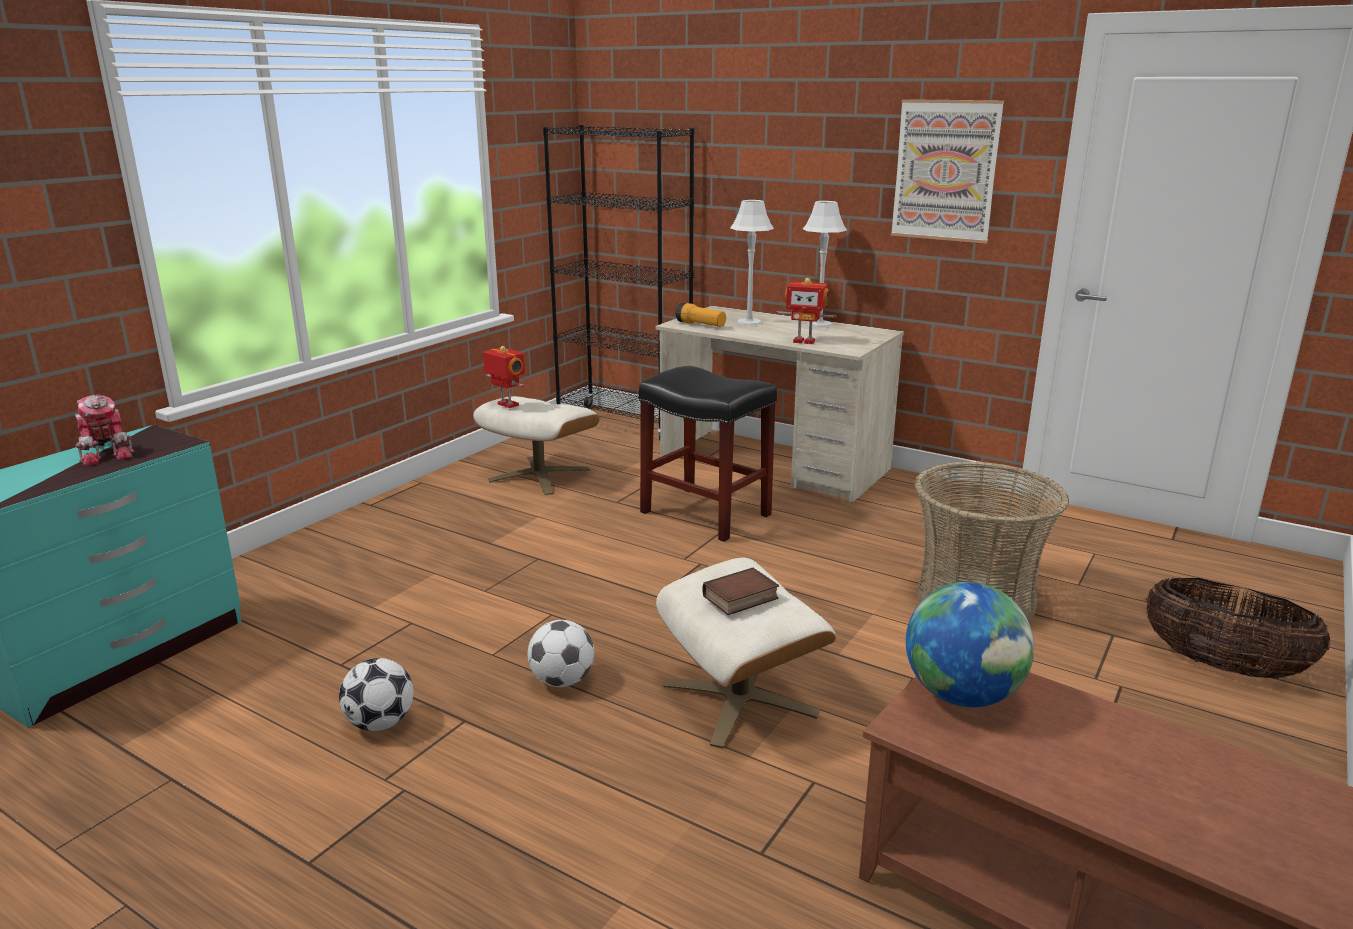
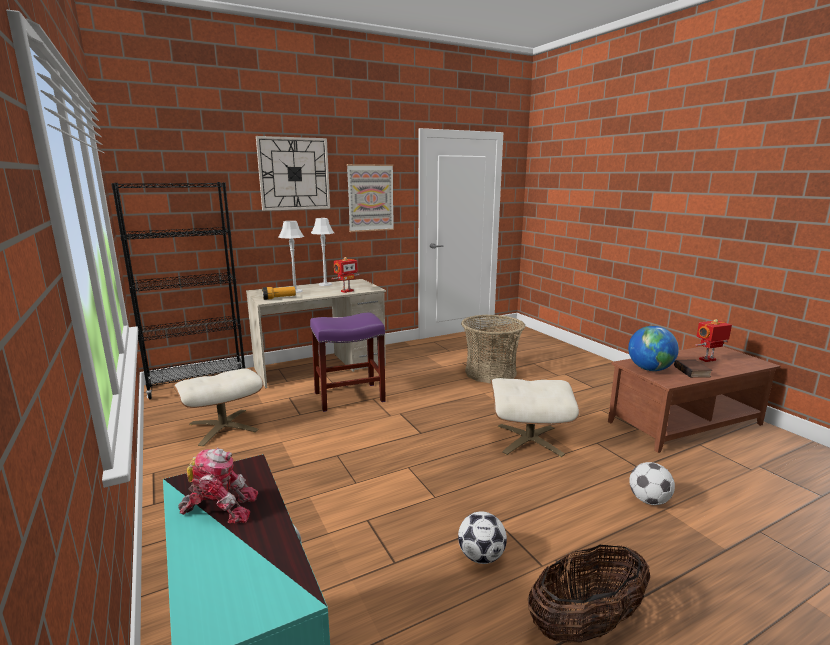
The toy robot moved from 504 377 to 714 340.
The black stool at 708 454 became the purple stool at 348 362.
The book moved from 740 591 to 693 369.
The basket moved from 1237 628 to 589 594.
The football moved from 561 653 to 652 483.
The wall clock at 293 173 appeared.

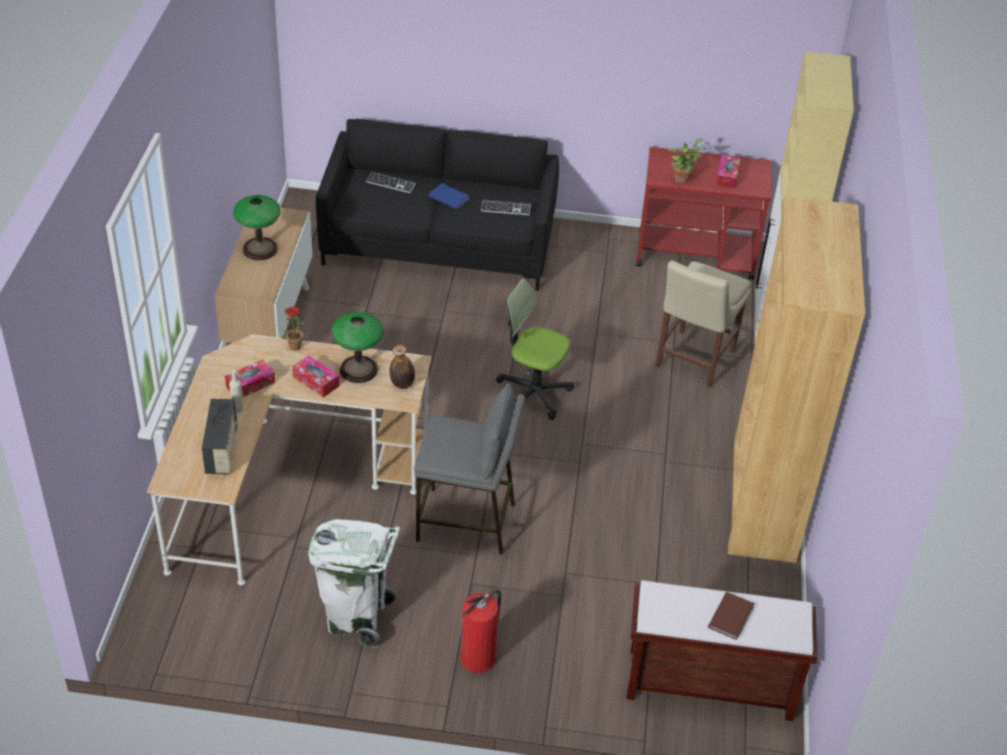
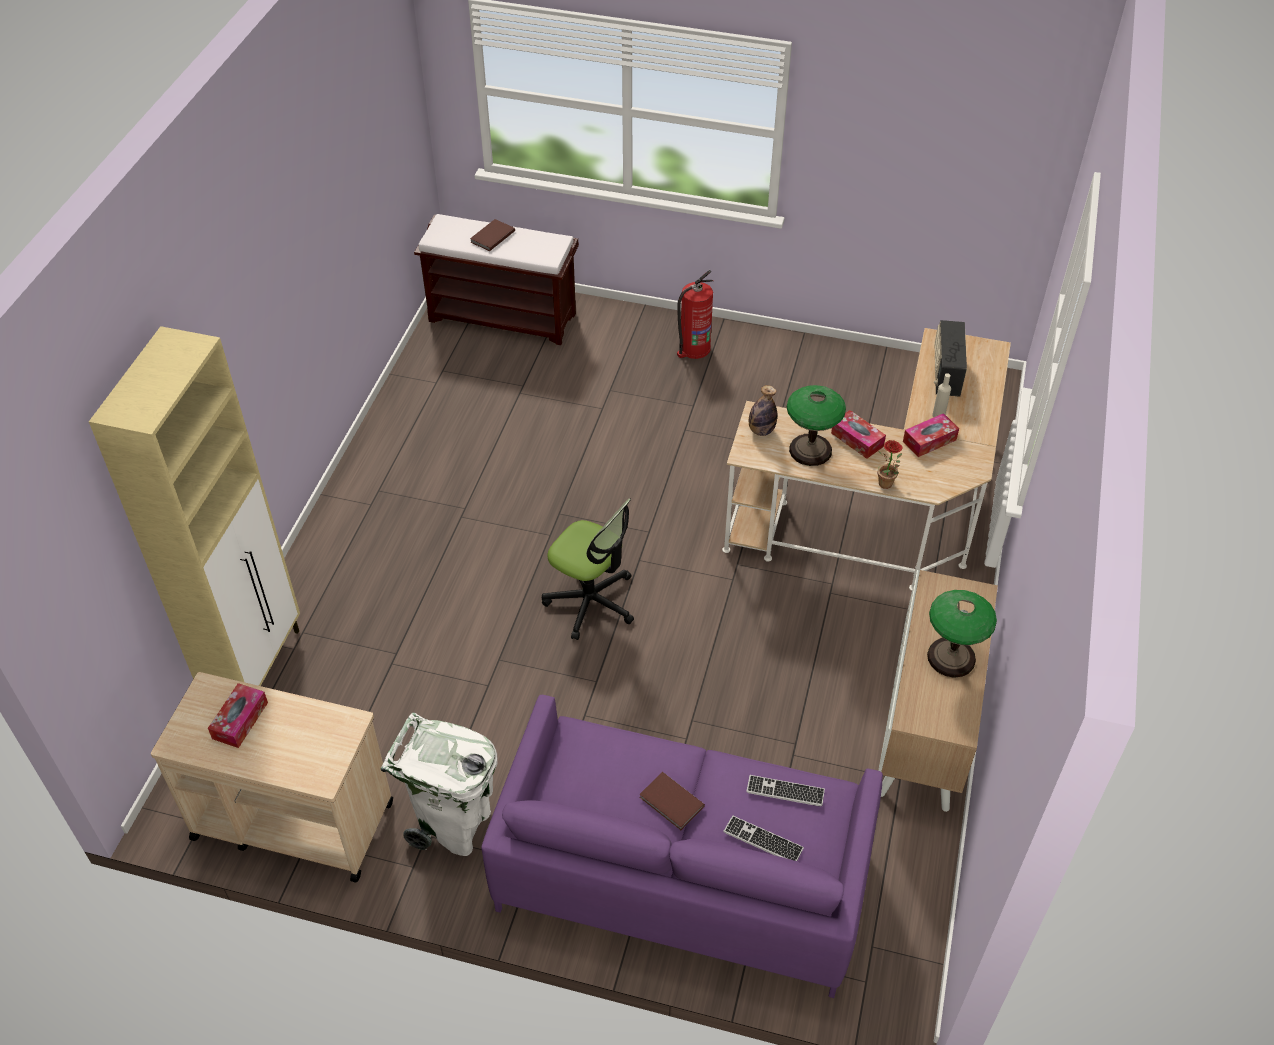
The black sofa at 437 205 became the purple sofa at 682 846.
The potted plant at 687 160 disappeared.
The red cart at 703 213 became the beige cart at 272 777.
The blue book at 449 196 became the brown book at 672 801.
The brown bookcase at 796 379 disappeared.
The keyboard moved from 506 207 to 785 790.
The beige chair at 703 324 disappeared.
The grey stool at 469 469 disappeared.
The white trash can moved from 354 583 to 439 784.

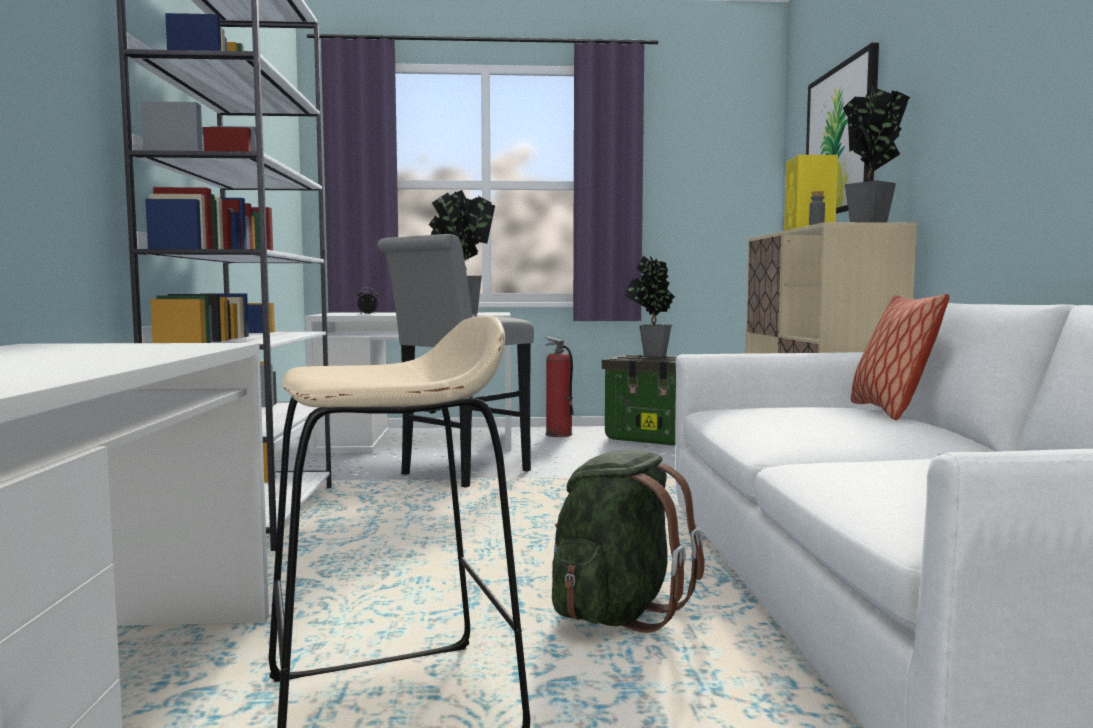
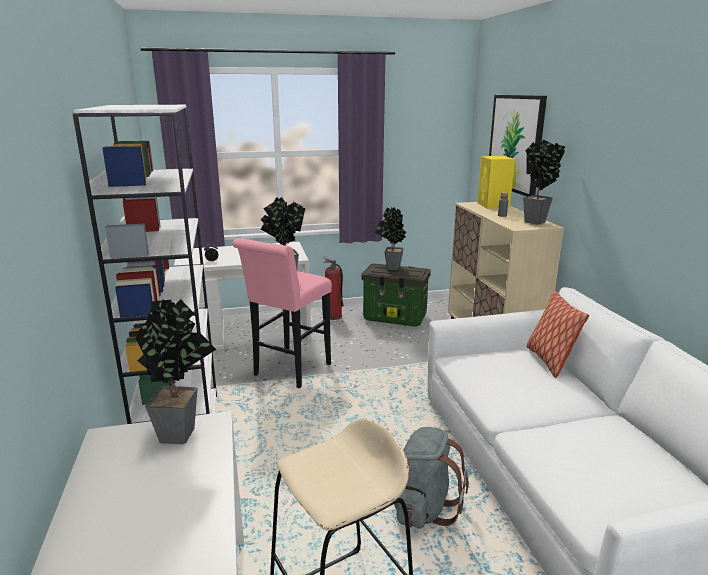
The grey stool at 455 360 became the pink stool at 282 313.
The green backpack at 628 541 became the grey backpack at 431 478.
The potted plant at 176 371 appeared.

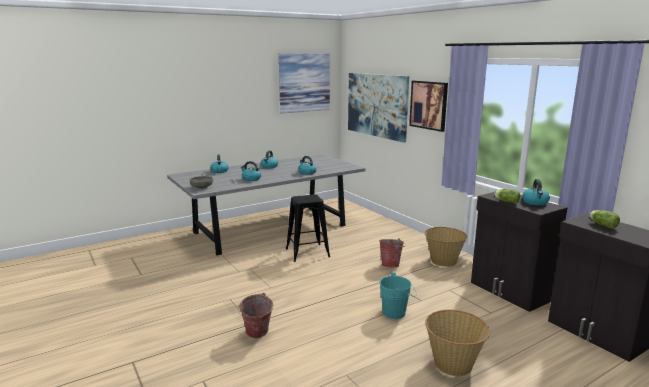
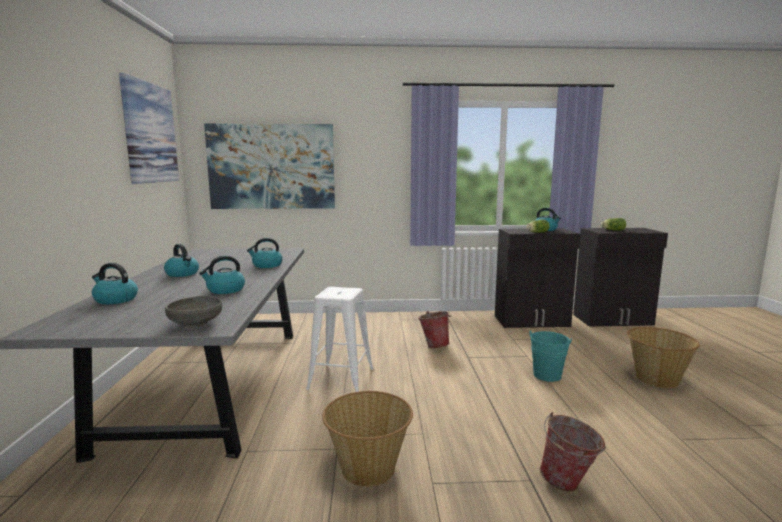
The picture at 428 106 disappeared.
The black stool at 308 228 became the white stool at 340 339.
The basket moved from 445 247 to 367 439.

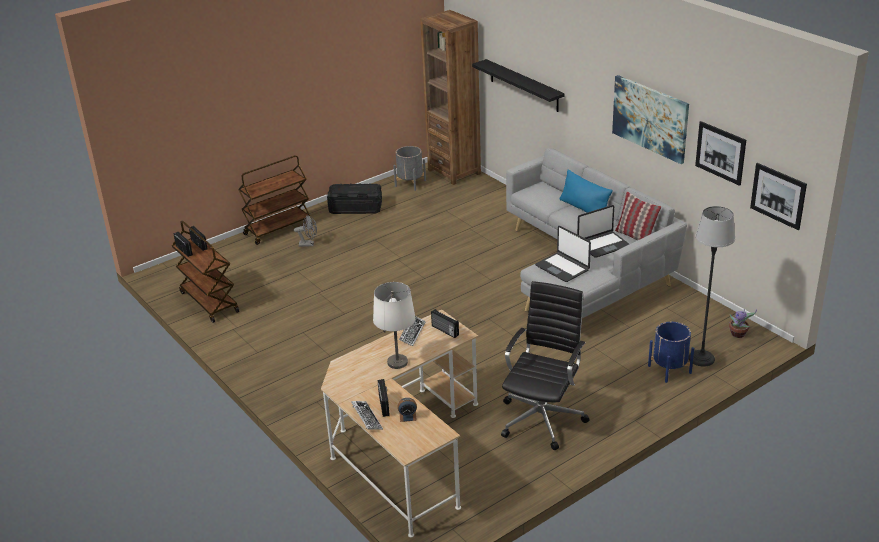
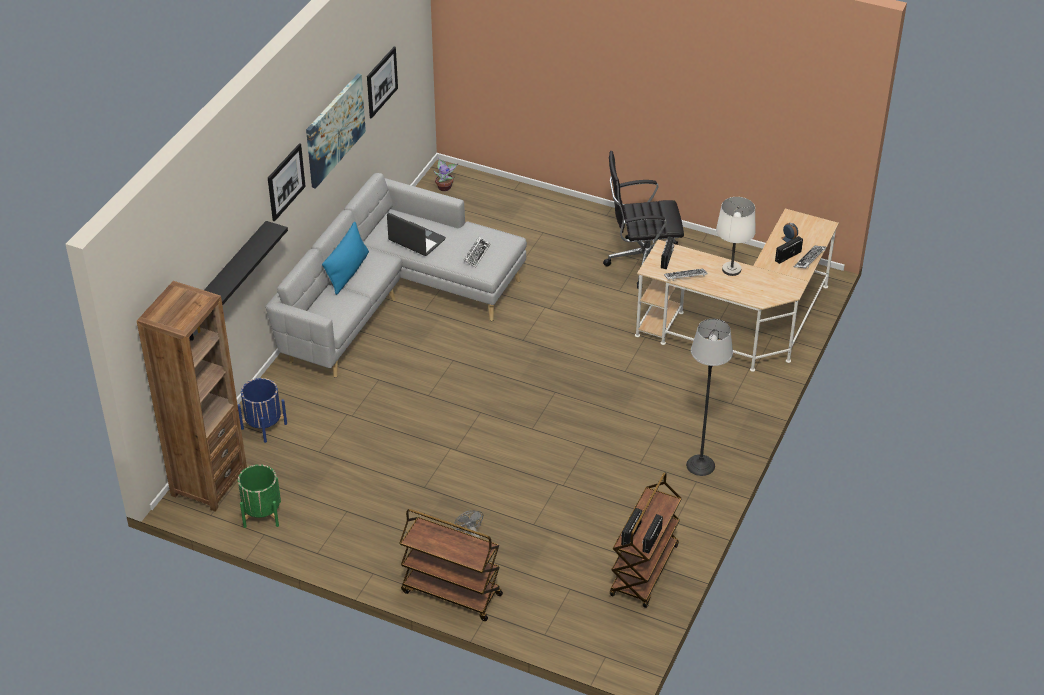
The grey planter at 409 168 became the green planter at 259 496.
The picture moved from 778 196 to 287 182.
The black storage box at 354 198 disappeared.
The pillow at 638 215 disappeared.
The floor lamp moved from 711 286 to 709 397.
The laptop at 563 254 was replaced by the keyboard at 477 252.
The blue planter moved from 671 352 to 262 410.

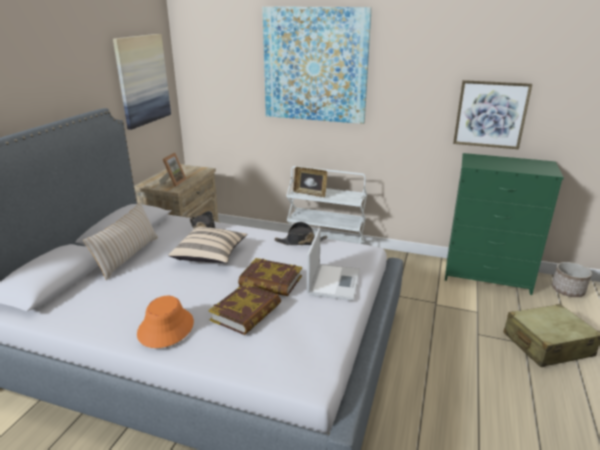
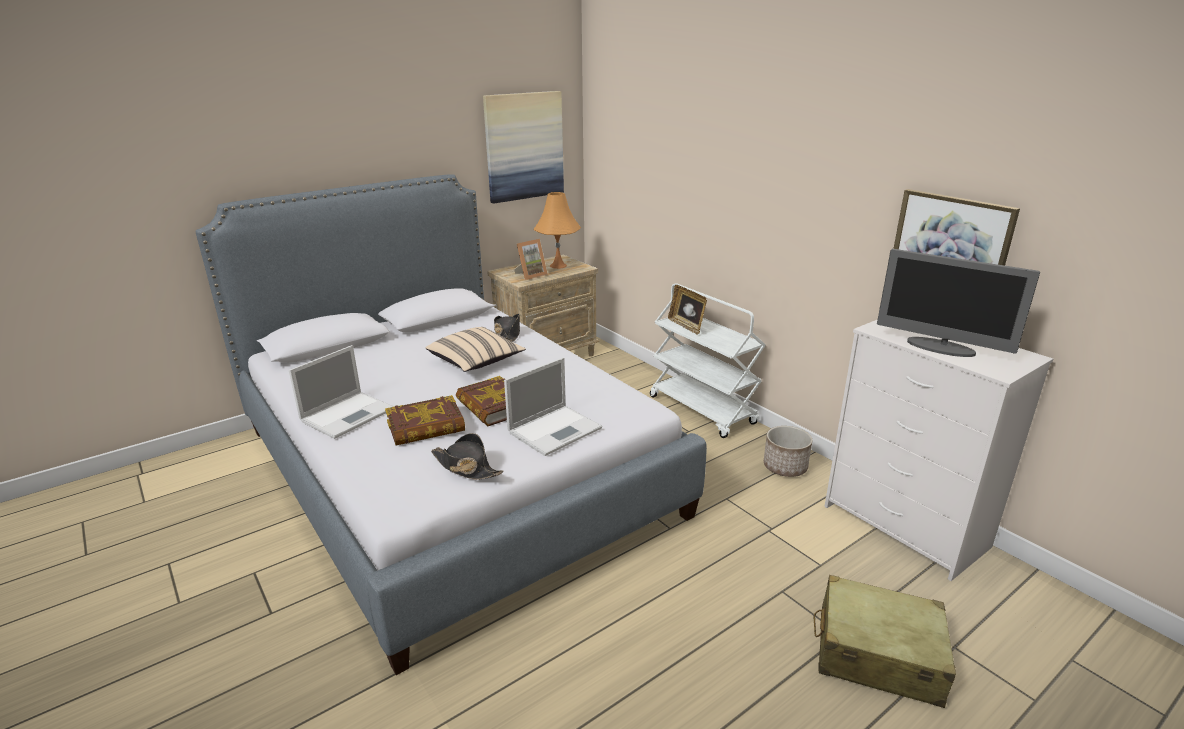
The picture at 317 65 disappeared.
The green dresser at 504 224 became the white dresser at 938 450.
The beige pillow at 120 241 disappeared.
The black hat moved from 301 233 to 467 456.
The planter moved from 572 279 to 788 451.
The orange hat at 165 322 was replaced by the laptop at 341 392.
The orange table lamp at 557 230 appeared.
The monitor at 958 303 appeared.

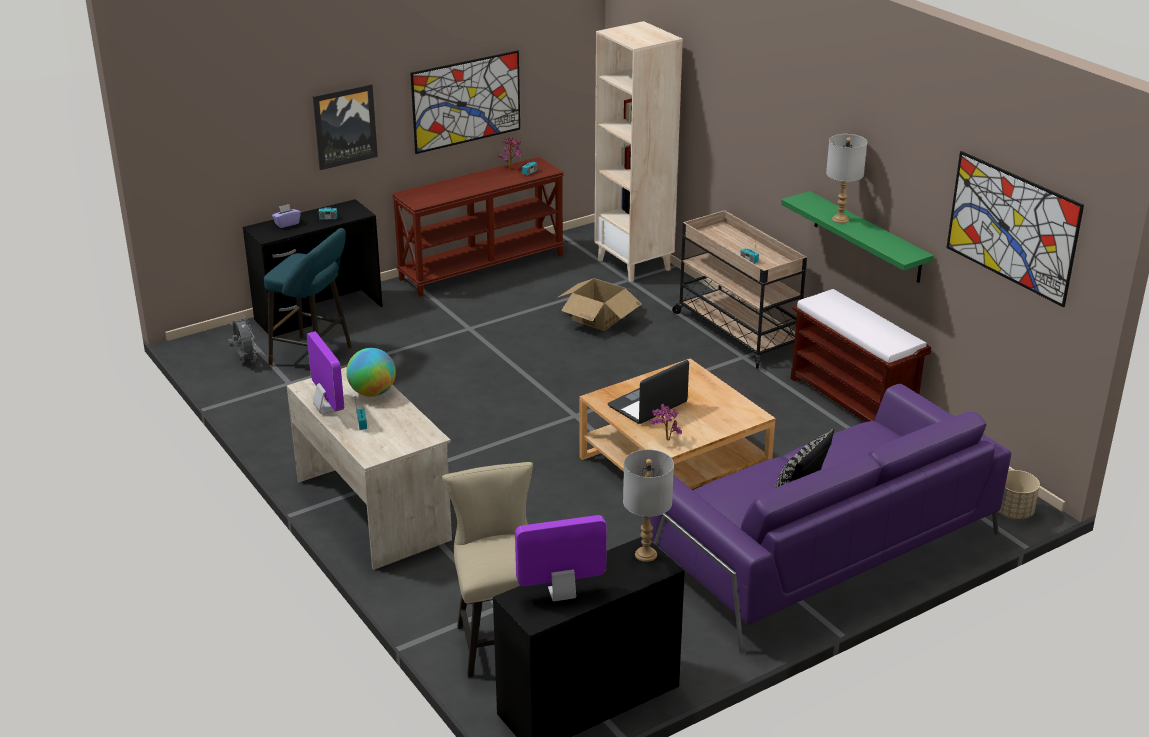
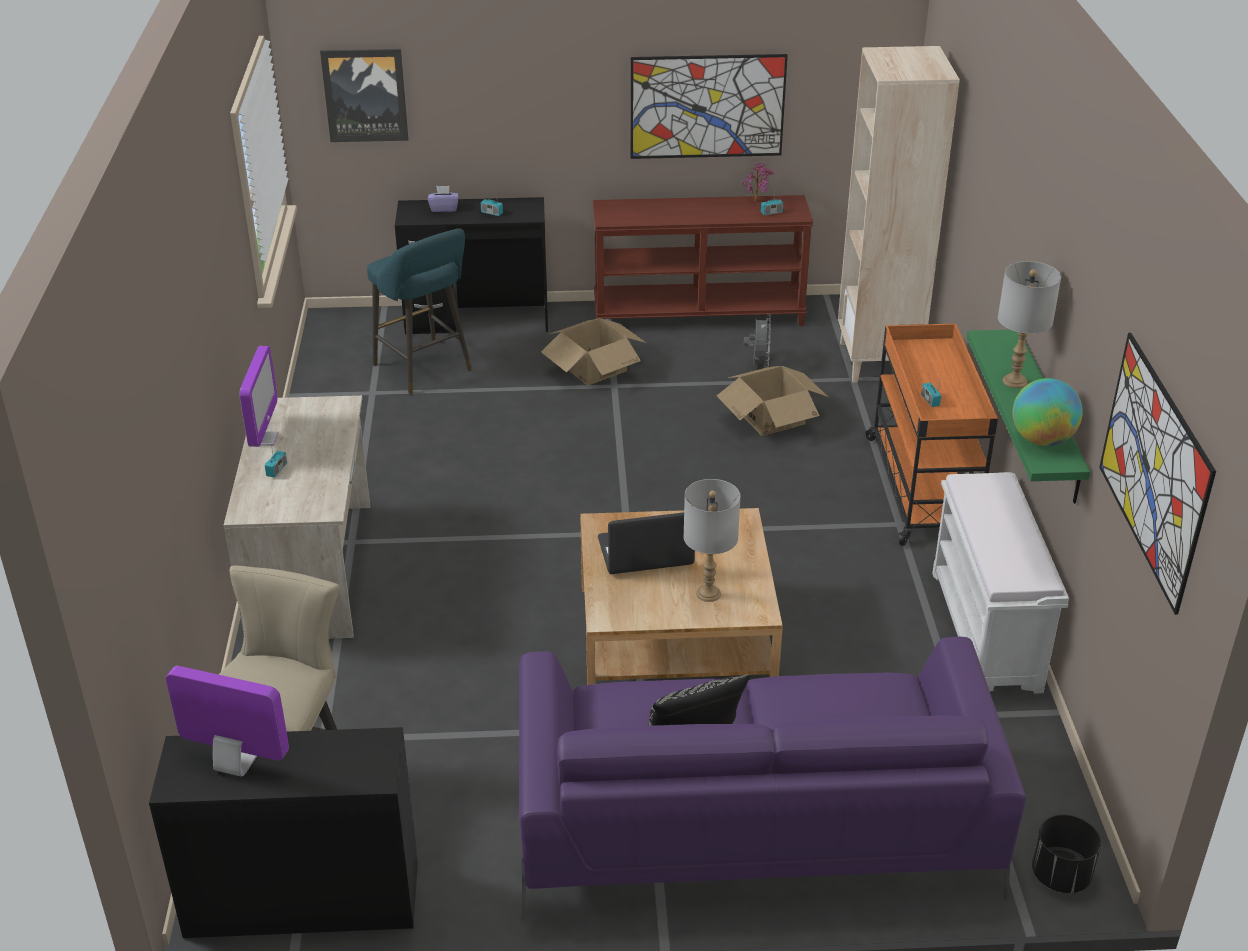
The picture moved from 345 127 to 364 95.
The beige cart at 739 289 became the orange cart at 932 435.
The brown bench at 861 355 became the white bench at 1000 583.
The grey fan moved from 242 339 to 757 340.
The globe moved from 371 372 to 1048 412.
The potted plant at 666 422 disappeared.
The grey table lamp moved from 648 505 to 712 540.
The beige planter at 1019 494 became the black planter at 1066 854.
The cardboard box at 593 352 appeared.

